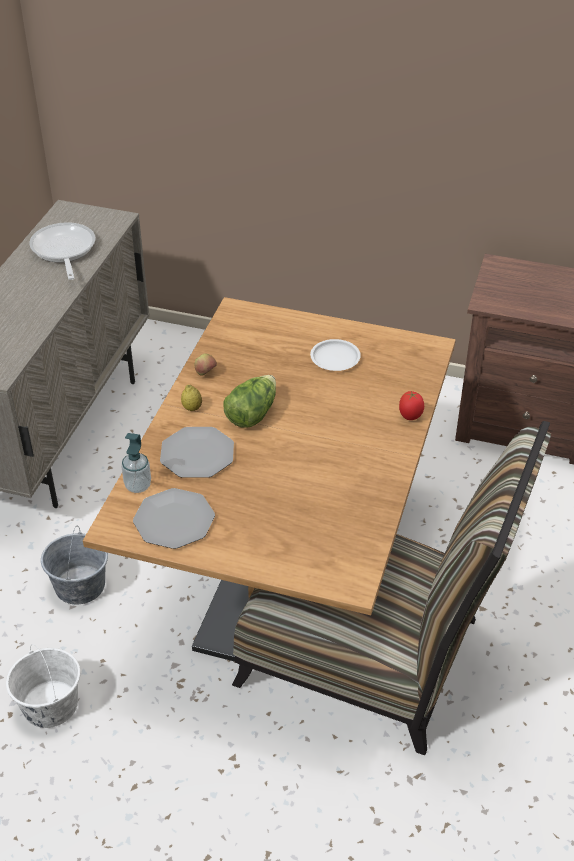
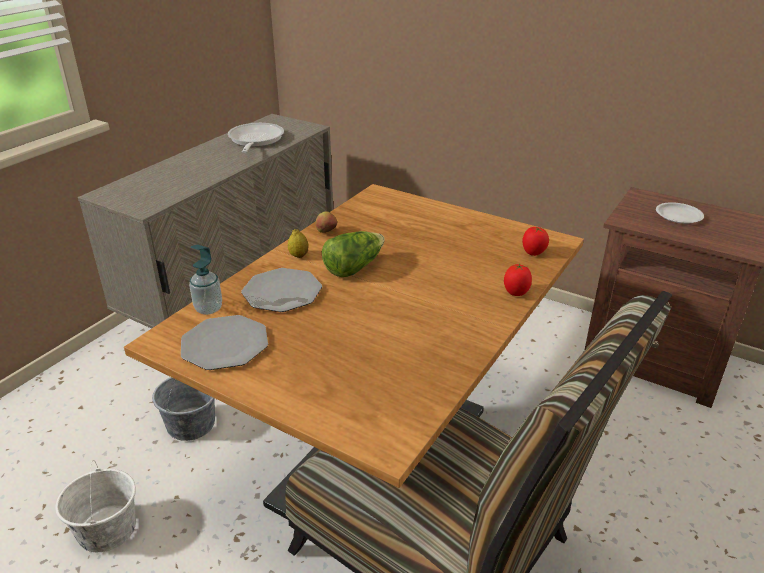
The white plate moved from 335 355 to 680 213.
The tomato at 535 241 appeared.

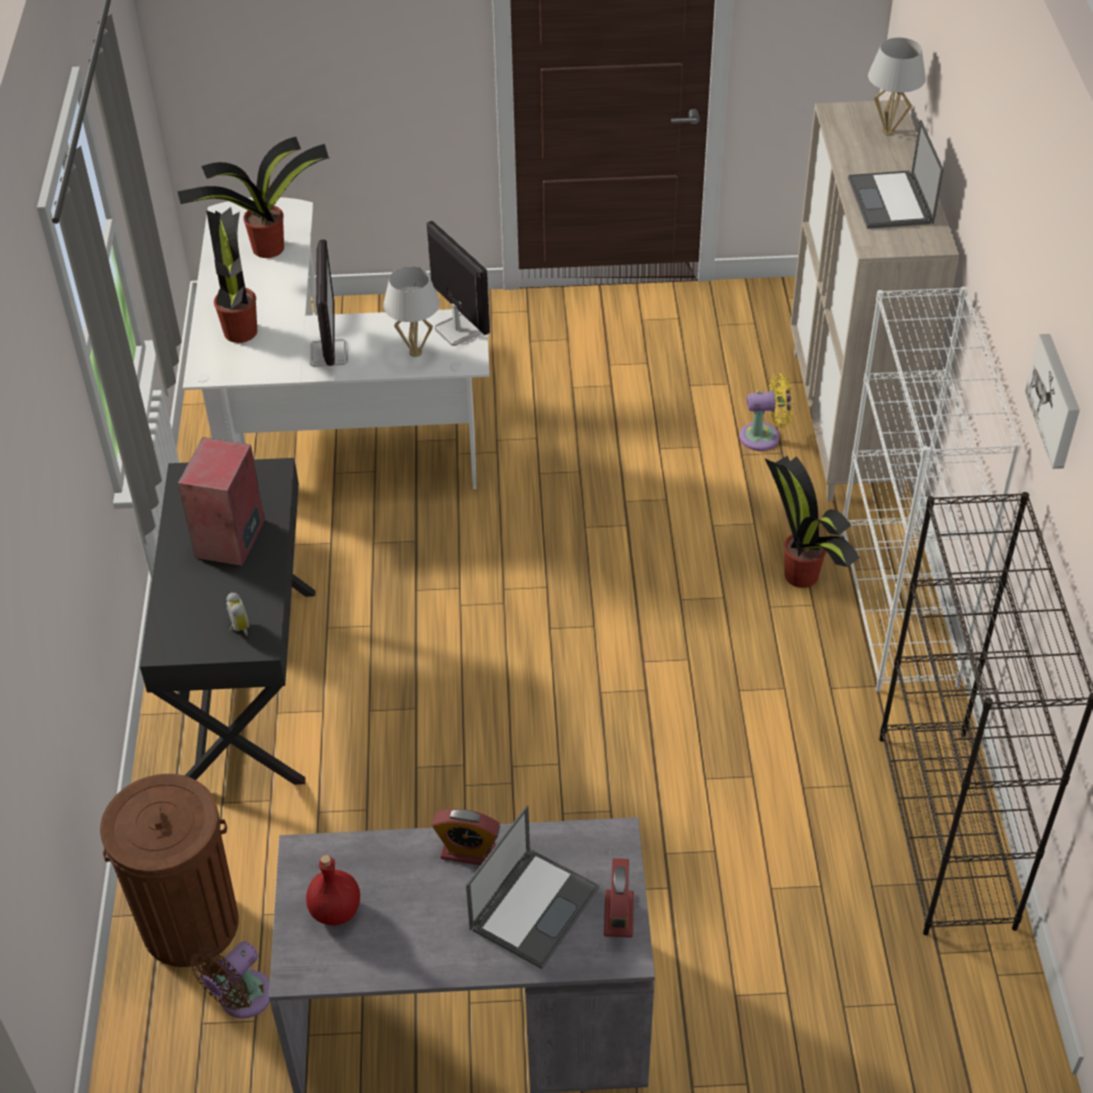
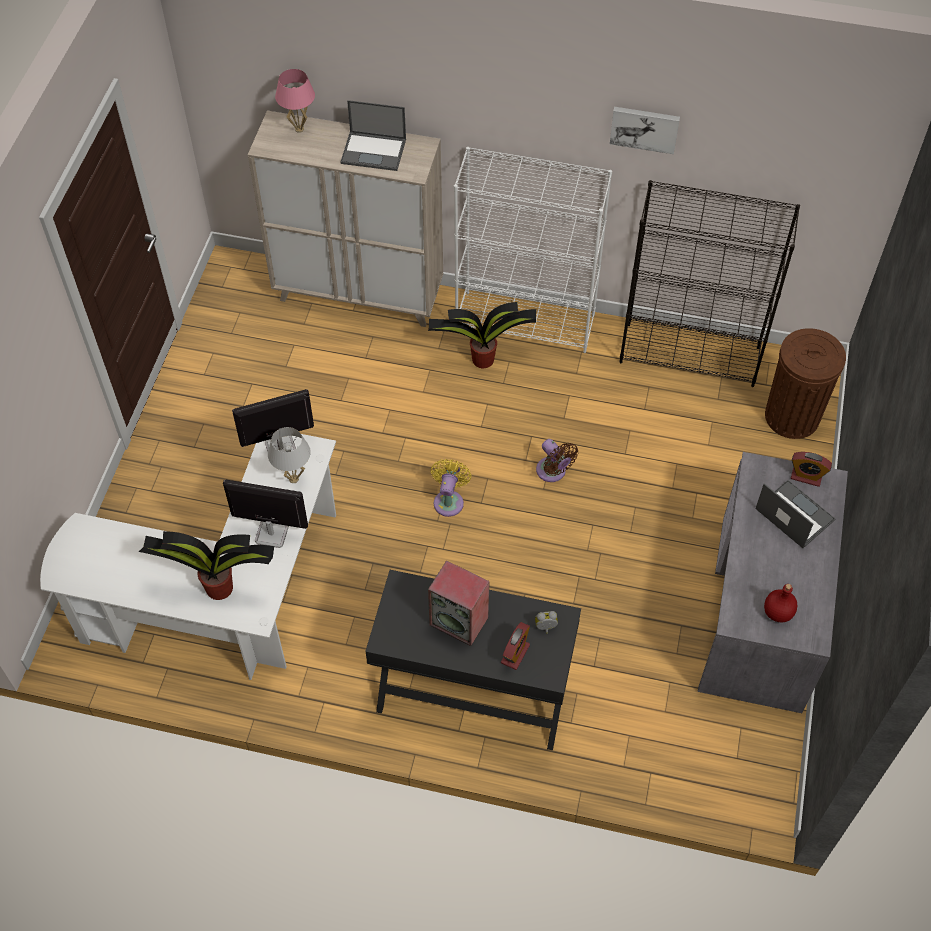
The white table lamp at 897 87 became the pink table lamp at 295 101.
The potted plant at 253 197 disappeared.
The yellow fan moved from 766 412 to 451 488.
The brown trash can moved from 169 870 to 805 383.
The alarm clock moved from 466 837 to 515 646.
The brown fan moved from 230 979 to 557 460.

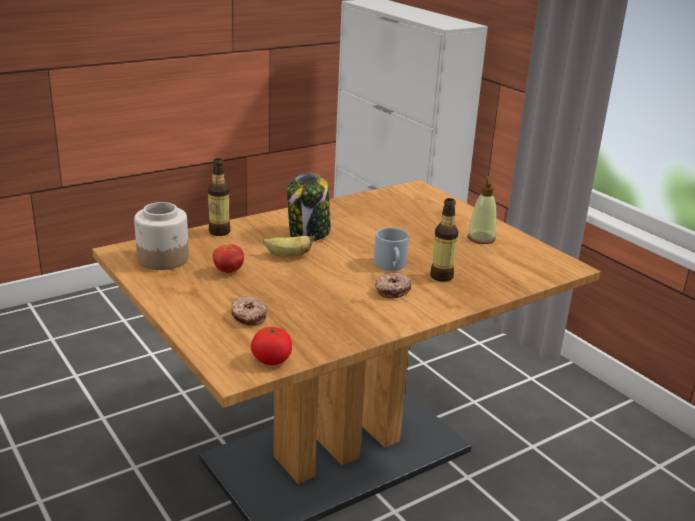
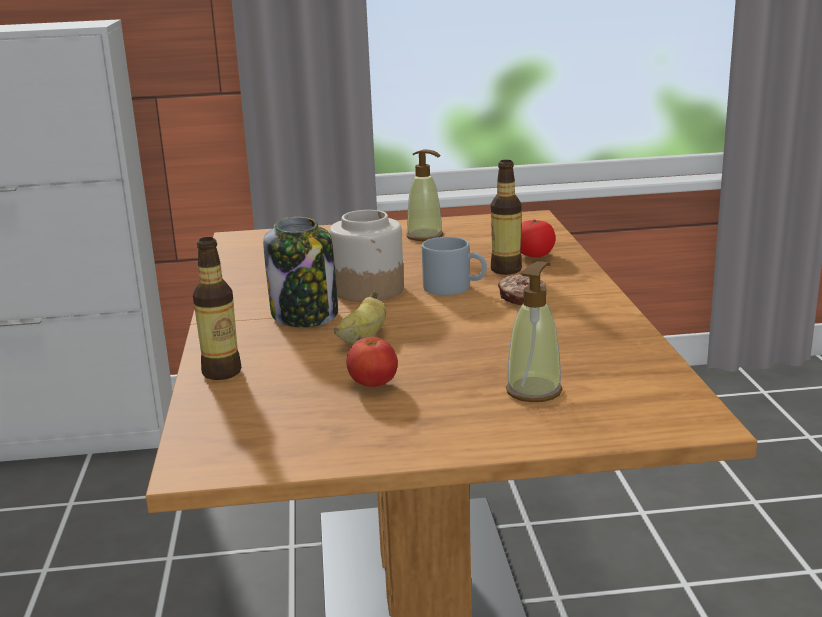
The jar moved from 161 236 to 366 256.
The donut at 249 311 was replaced by the soap dispenser at 534 331.
The tomato moved from 271 346 to 538 238.

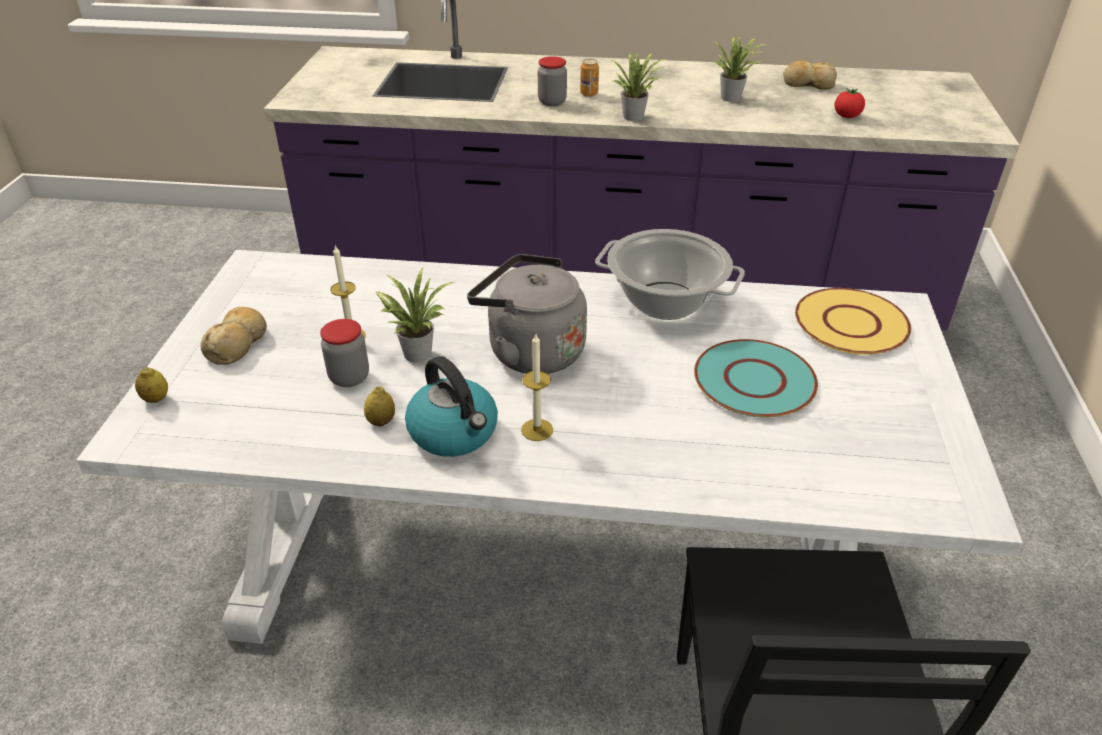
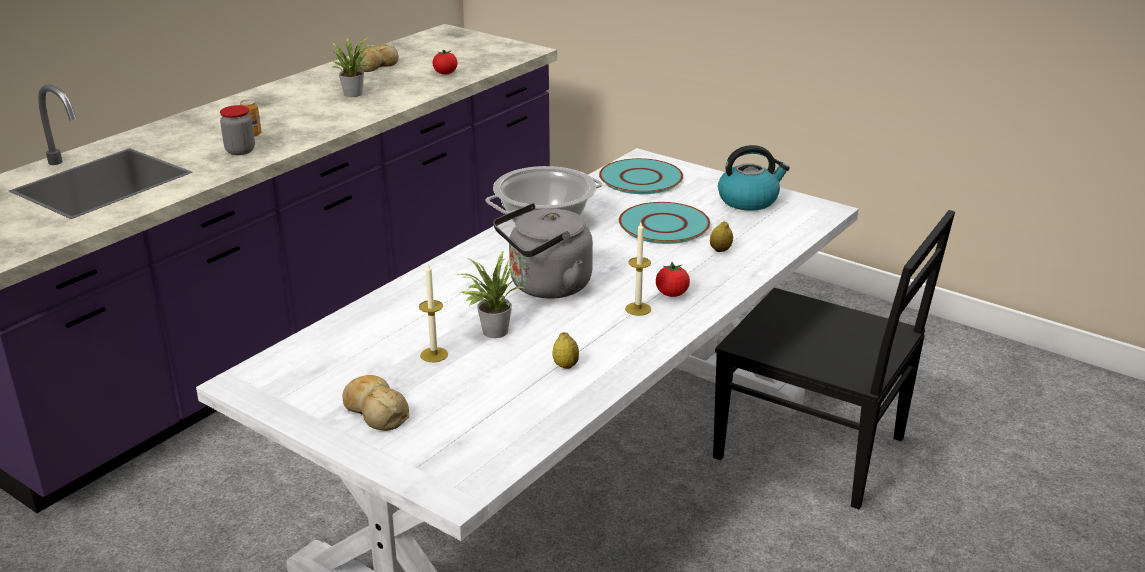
The potted plant at 639 86 disappeared.
The yellow plate at 853 321 became the turquoise plate at 641 176.
The jar at 344 353 disappeared.
The kettle moved from 451 406 to 754 178.
The lemon moved from 151 385 to 721 236.
The tomato at 673 279 appeared.

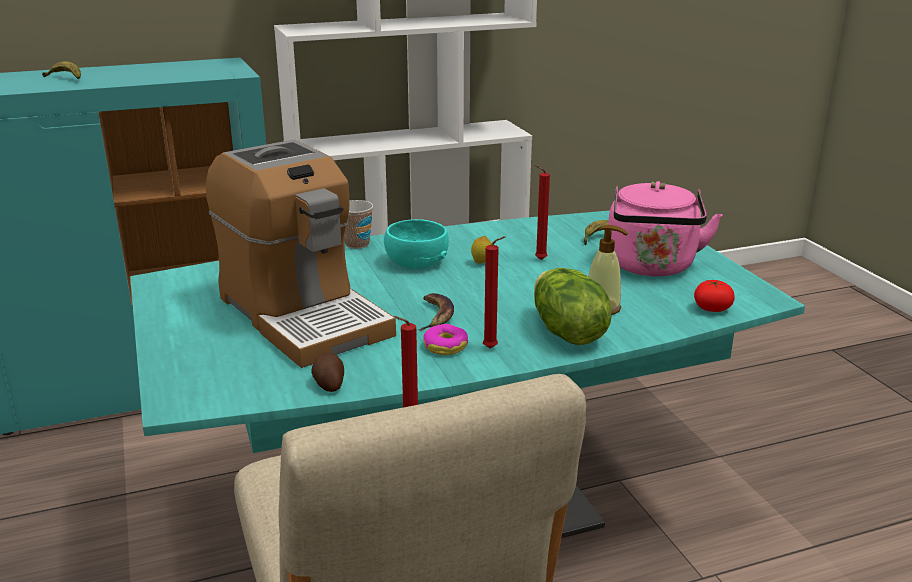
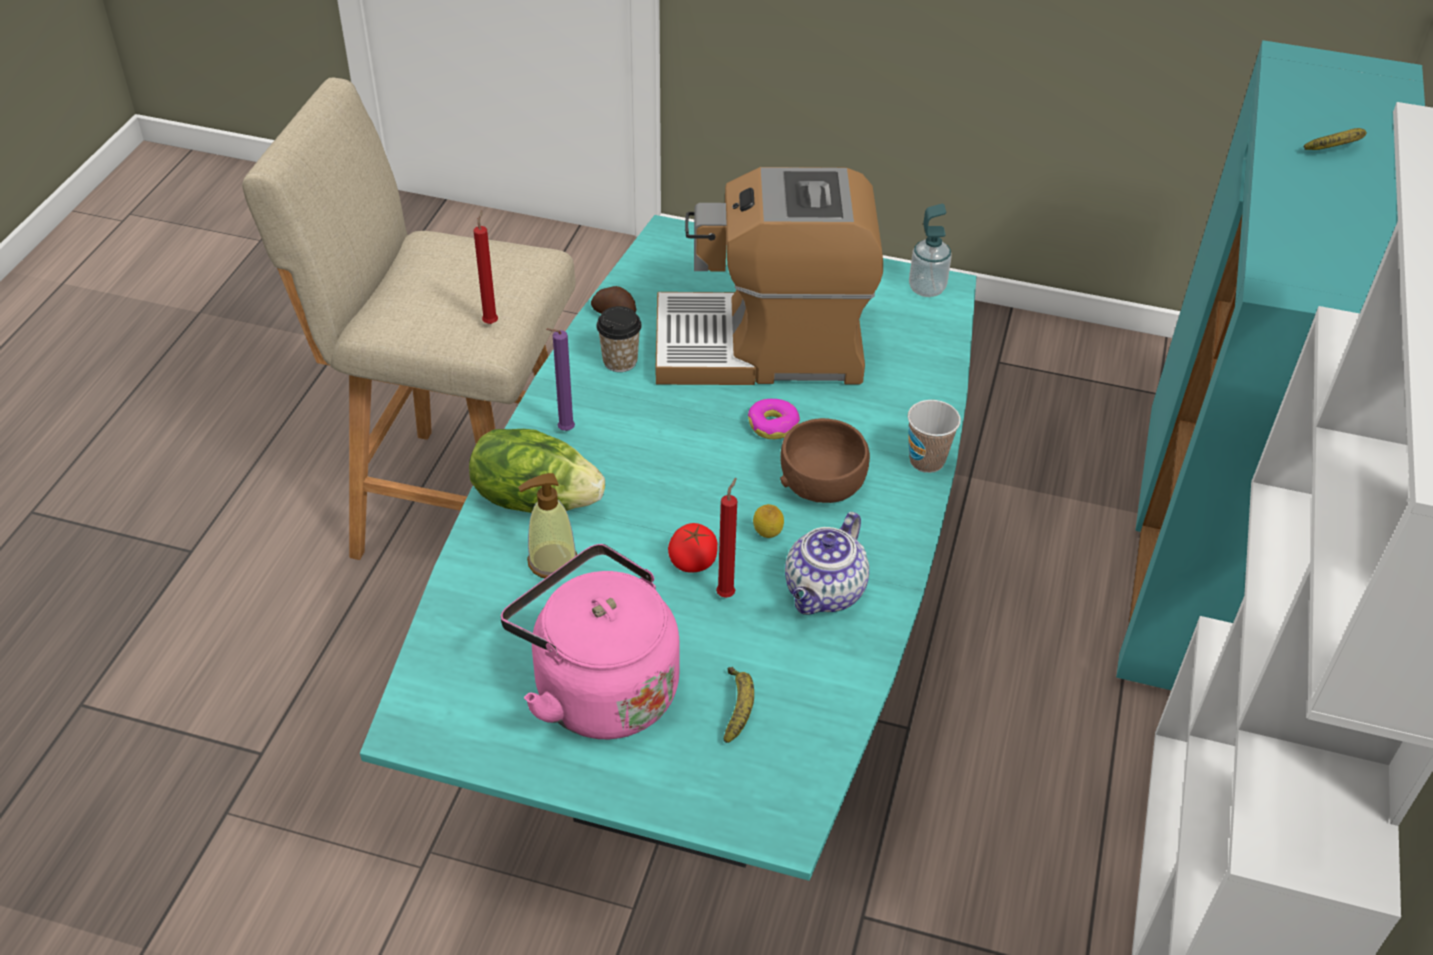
The turquoise bowl at 416 244 became the brown bowl at 825 460.
The red candle at 494 292 became the purple candle at 560 379.
The tomato moved from 714 296 to 693 547.
The banana at 436 312 disappeared.
The donut moved from 445 339 to 774 419.
The soap dispenser at 930 250 appeared.
The cup at 619 339 appeared.
The teapot at 827 563 appeared.

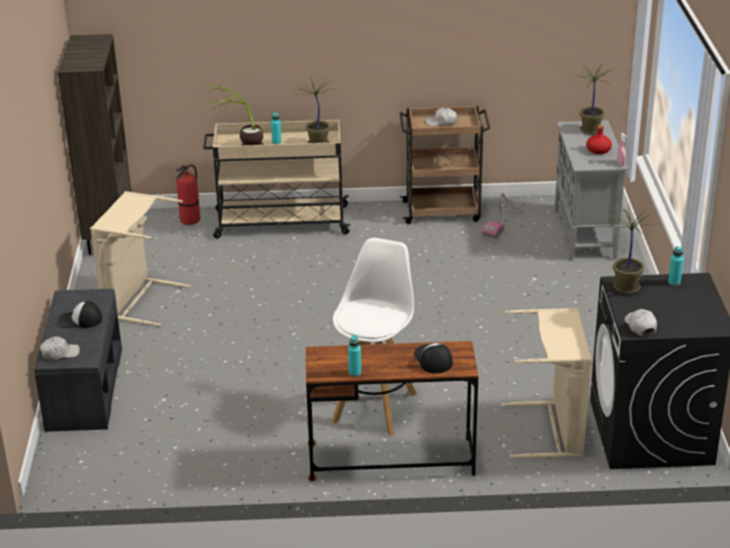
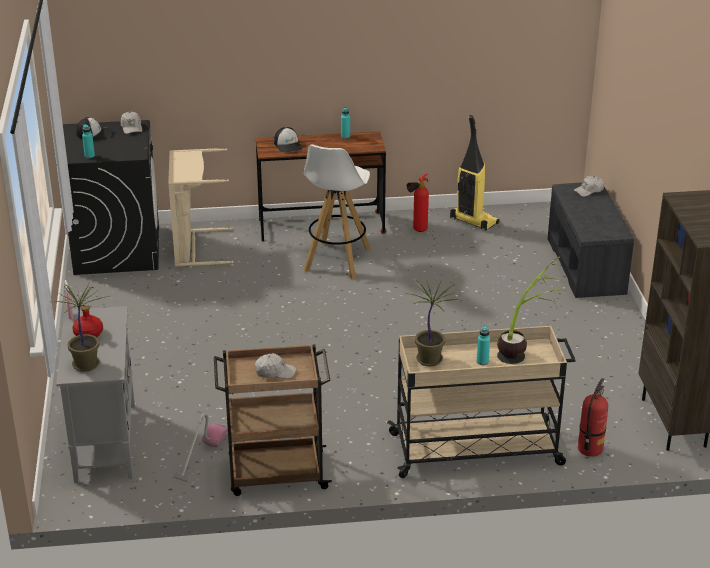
The beige laundry basket at 140 258 disappeared.
The potted plant at 628 249 disappeared.
The cap moved from 80 314 to 94 128.
The vacuum cleaner at 475 173 appeared.
The fire extinguisher at 418 203 appeared.

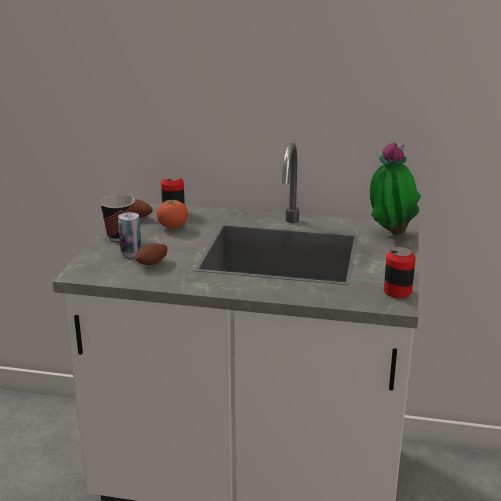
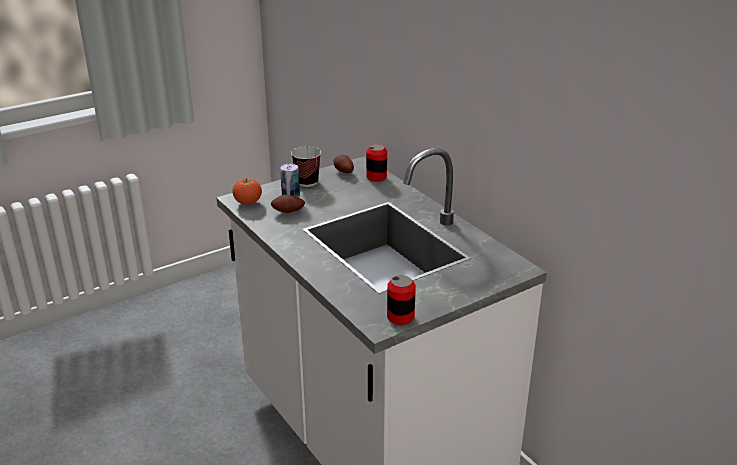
The potted plant at 395 189 disappeared.
The tomato moved from 172 213 to 247 191.

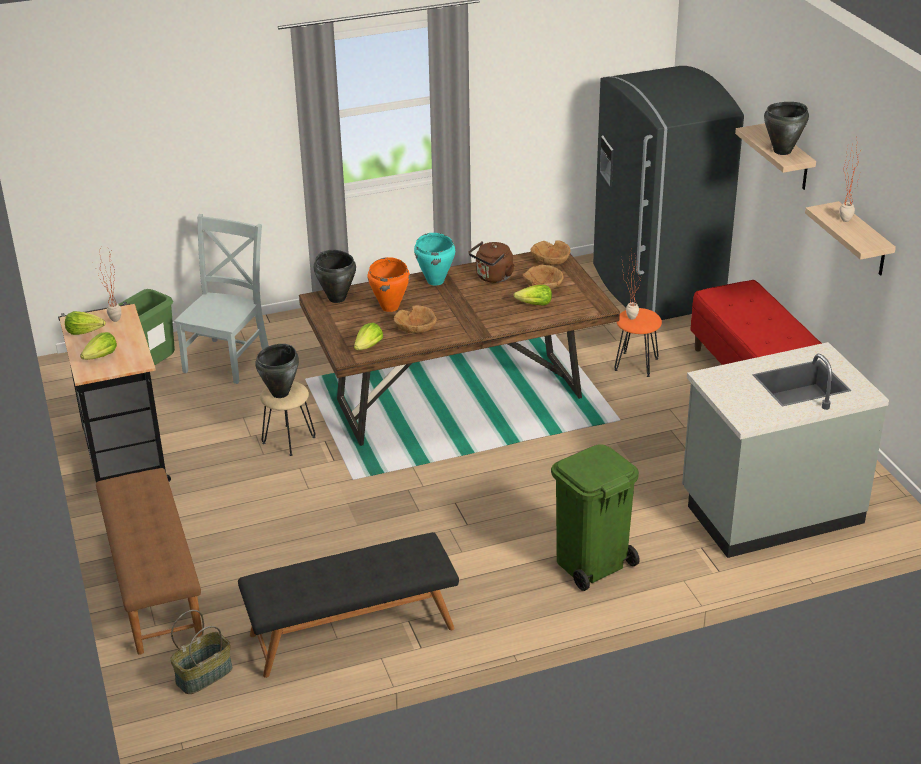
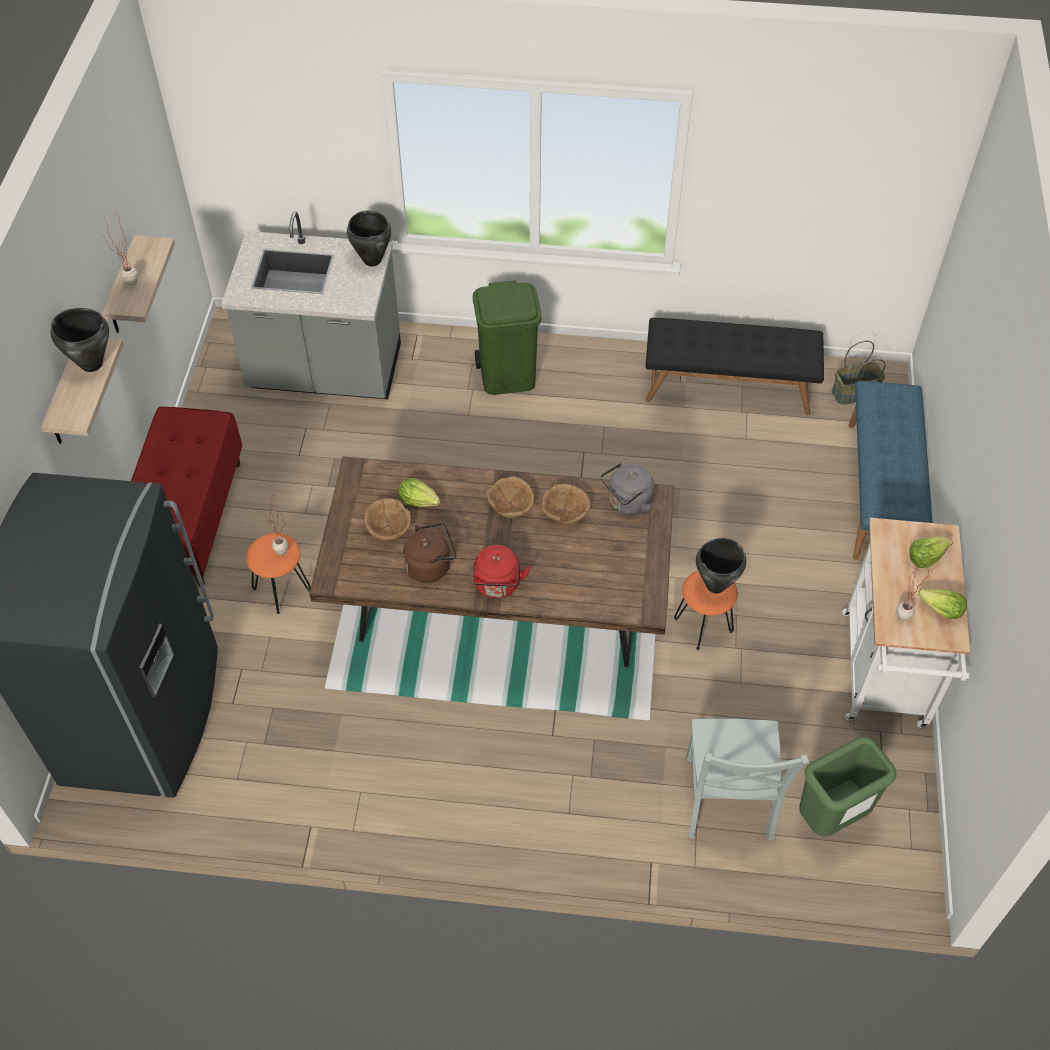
The grey chair at 221 299 turned 45 degrees counterclockwise.
The turquoise cooking pot at 434 259 was replaced by the red kettle at 501 571.
The brown bowl moved from 551 252 to 510 497.
The black cooking pot moved from 335 276 to 369 238.
The orange cooking pot at 389 284 disappeared.
The black cart at 114 392 became the white cart at 906 623.
The lettuce at 368 336 was replaced by the grey kettle at 627 489.
The beige stool at 288 418 became the orange stool at 706 610.
The brown bench at 149 561 became the blue bench at 890 470.

